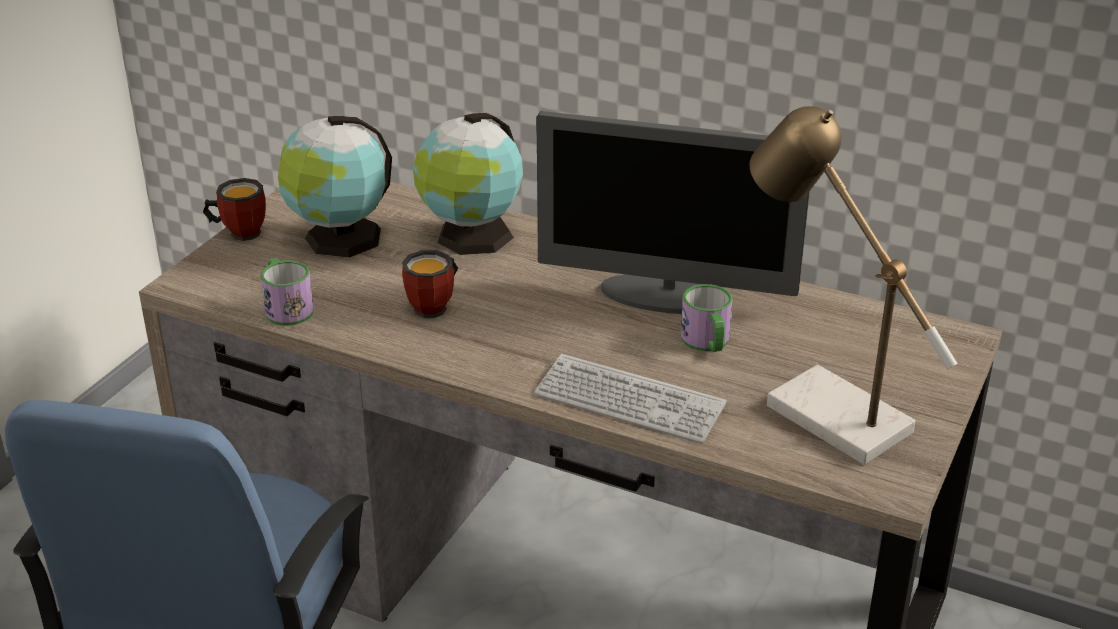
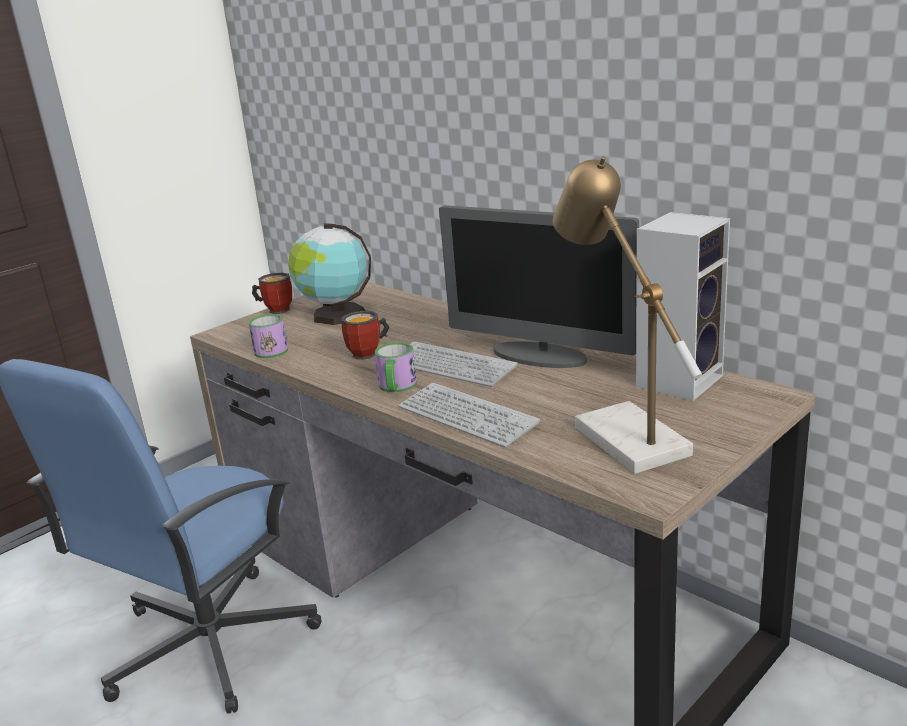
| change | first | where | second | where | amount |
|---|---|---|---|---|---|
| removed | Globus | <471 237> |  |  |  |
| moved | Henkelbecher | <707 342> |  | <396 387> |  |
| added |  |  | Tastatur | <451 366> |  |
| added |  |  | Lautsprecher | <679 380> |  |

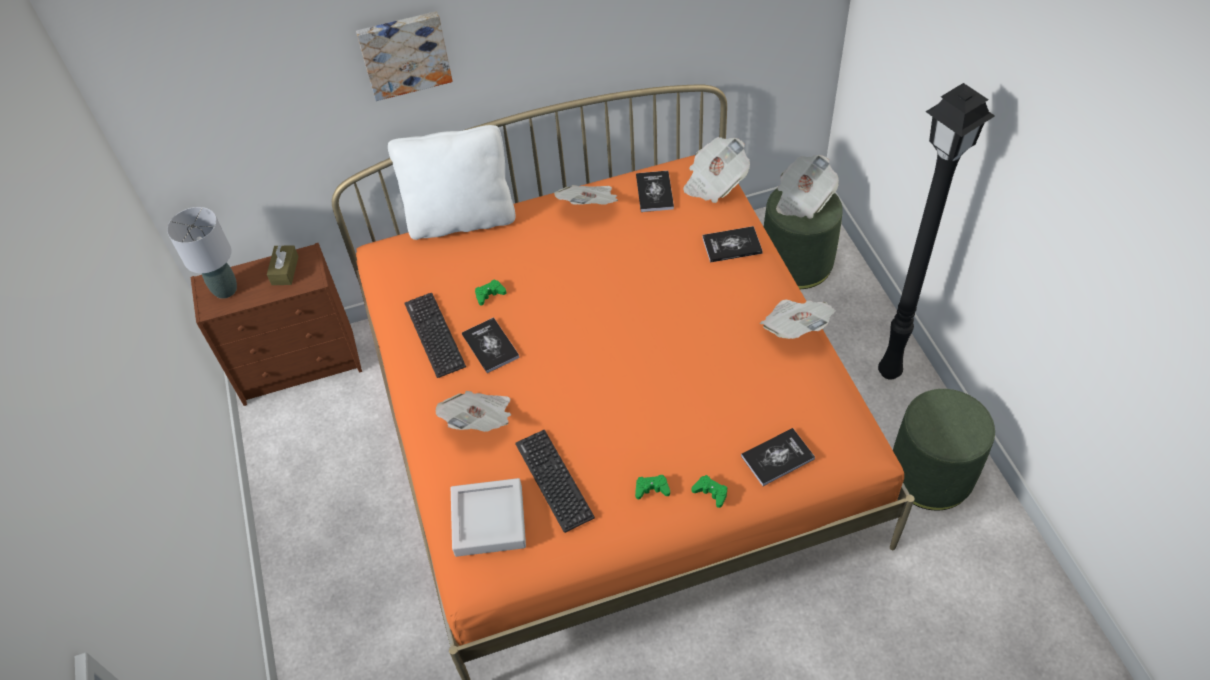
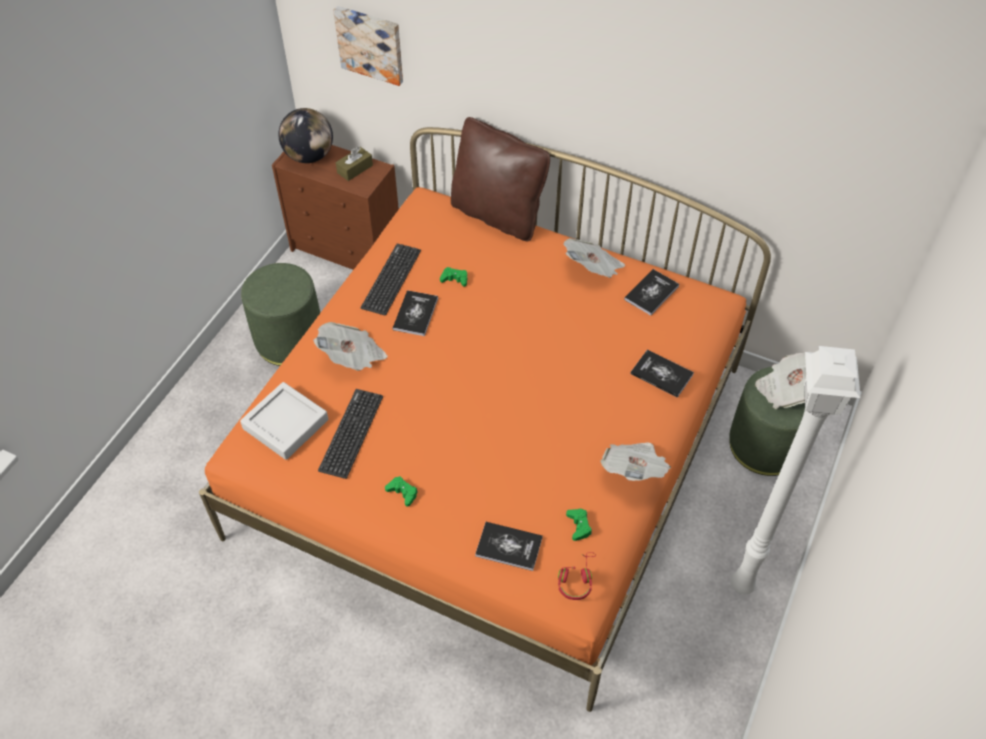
| change | first | where | second | where | amount |
|---|---|---|---|---|---|
| replaced | Tischlampe (grau) | <226 289> | Globus | <309 156> |  |
| moved | Bild | <404 54> |  | <371 44> |  |
| recoloured | Kissen (weiß) | <461 219> | Kissen (braun) | <498 214> |  |
| removed | Zeitung | <714 182> |  |  |  |
| moved | Gamepad (grün) | <711 493> |  | <579 526> |  |
| recoloured | Stehlampe (schwarz) | <891 372> | Stehlampe (weiß) | <743 587> |  |
| moved | Polsterhocker (grün) | <931 474> |  | <290 340> |  |
| added |  |  | Kopfhörer (rot) | <576 579> |  |

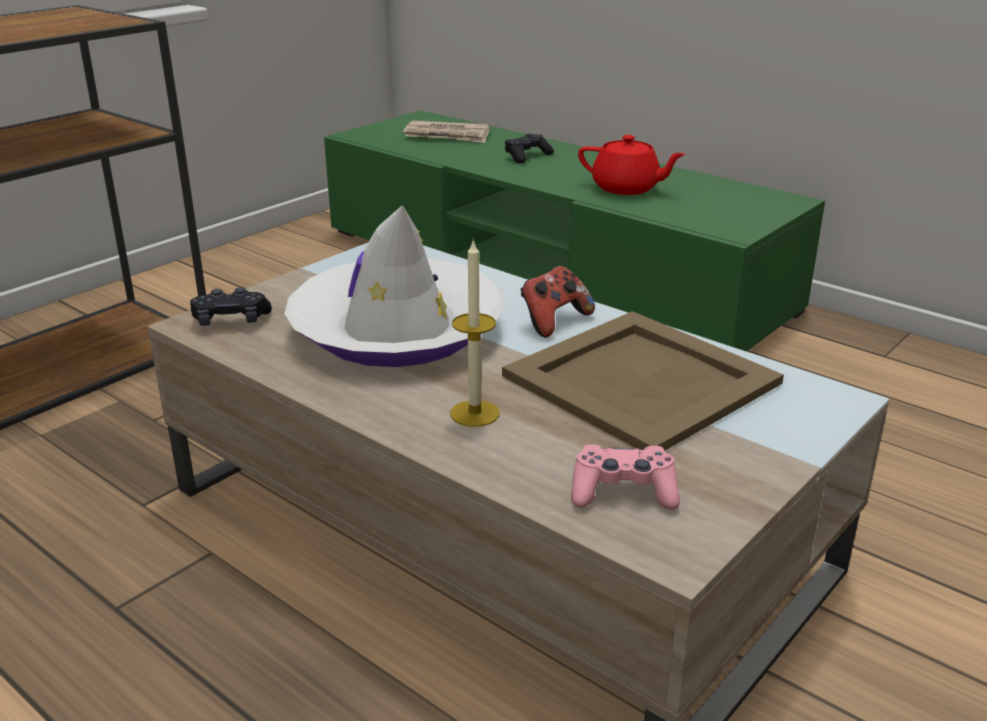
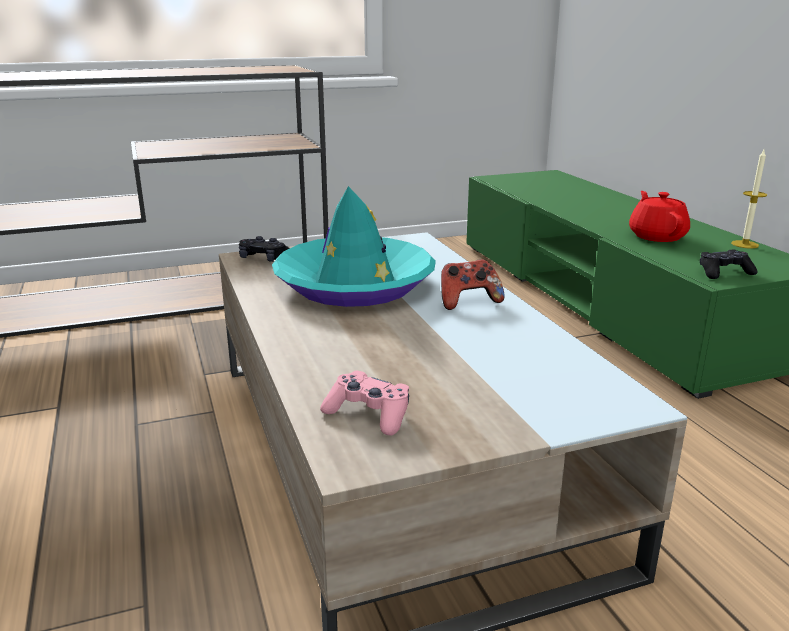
| change | first | where | second | where | amount |
|---|---|---|---|---|---|
| recoloured | Hut (weiß) | <397 330> | Hut (türkis) | <354 284> |  |
| removed | Zeitung | <447 136> |  |  |  |
| moved | Kerze | <474 413> |  | <744 244> |  |
| removed | Tablett (beige) | <638 379> |  |  |  |
| moved | Gamepad (schwarz) | <527 156> |  | <724 273> |  |
| turned | Teekanne (rot) | <626 188> |  | <656 236> | 150 degrees counterclockwise |

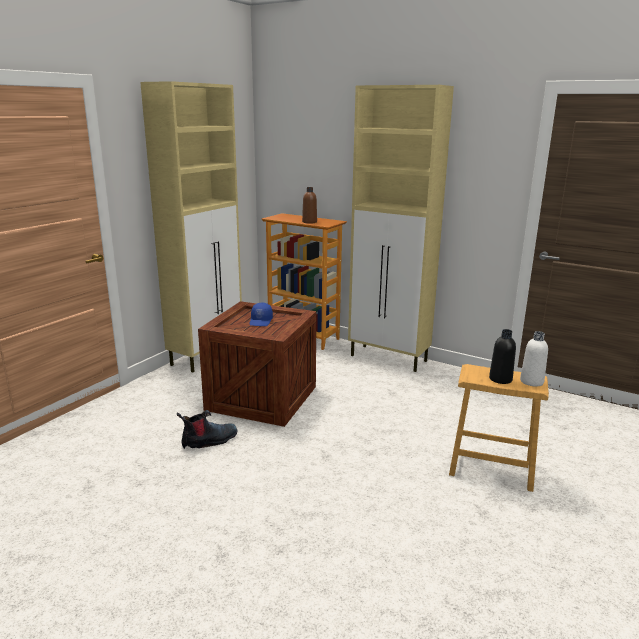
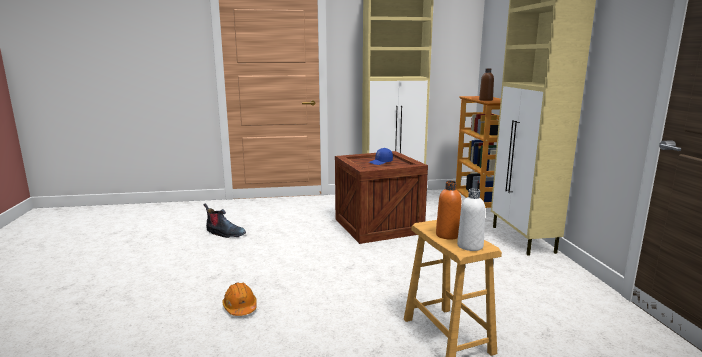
| change | first | where | second | where | amount |
|---|---|---|---|---|---|
| moved | Stiefel | <209 441> |  | <225 233> |  |
| recoloured | Flasche (schwarz) | <500 379> | Flasche (orange) | <447 235> |  |
| added |  |  | Schutzhelm (orange) | <240 307> |  |

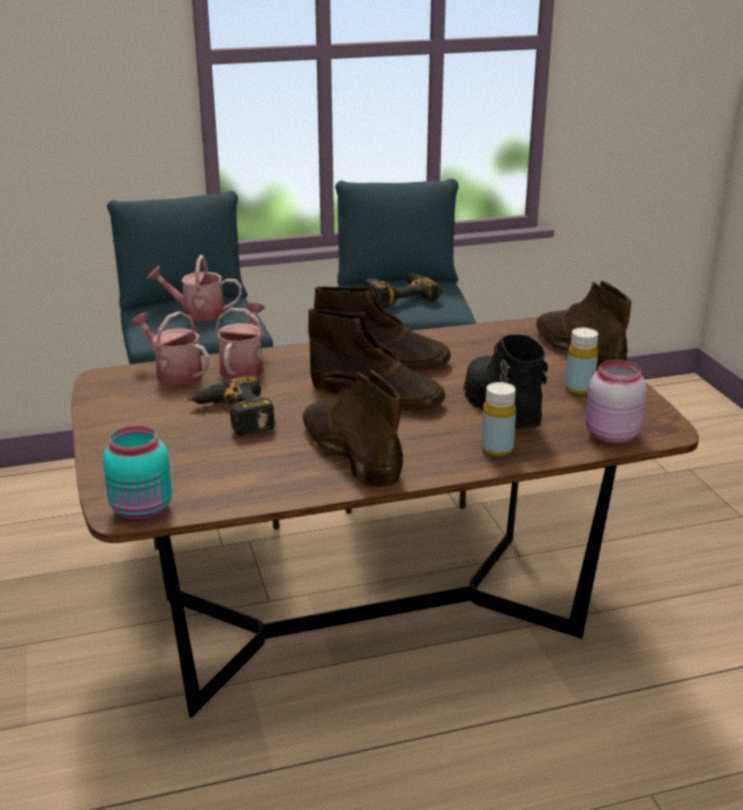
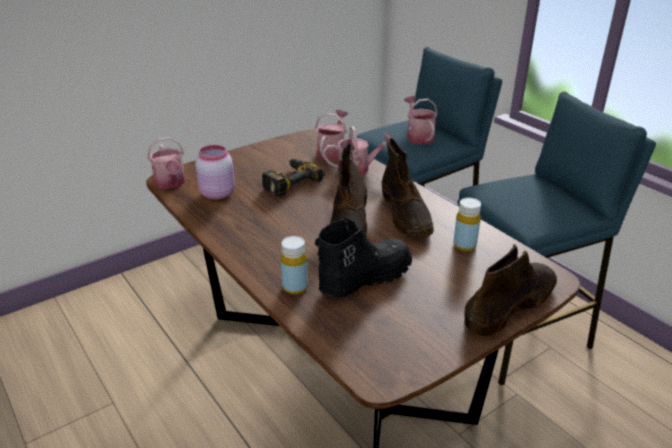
| change | first | where | second | where | amount |
|---|---|---|---|---|---|
| replaced | Vorratsglas (türkis) | <143 510> | Gießkanne | <171 183> |  |
| removed | Stiefel (braun) | <349 451> |  |  |  |
| removed | Bohrmaschine | <398 297> |  |  |  |
| moved | Flasche (gelb) | <579 389> |  | <464 245> |  |
| moved | Vorratsglas (rosa) | <610 435> |  | <217 193> |  |

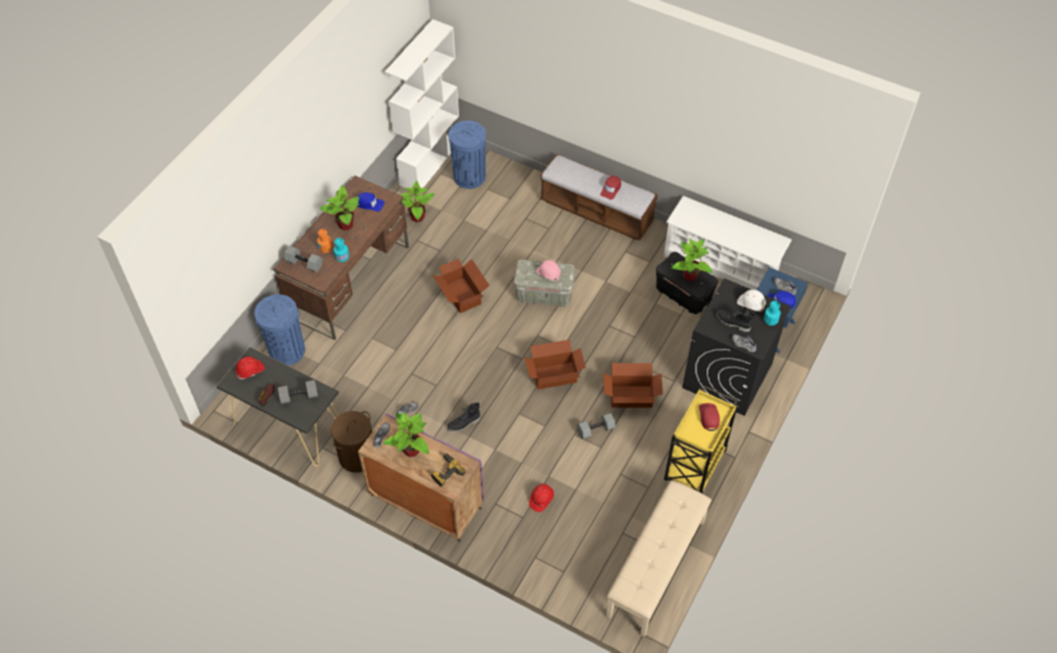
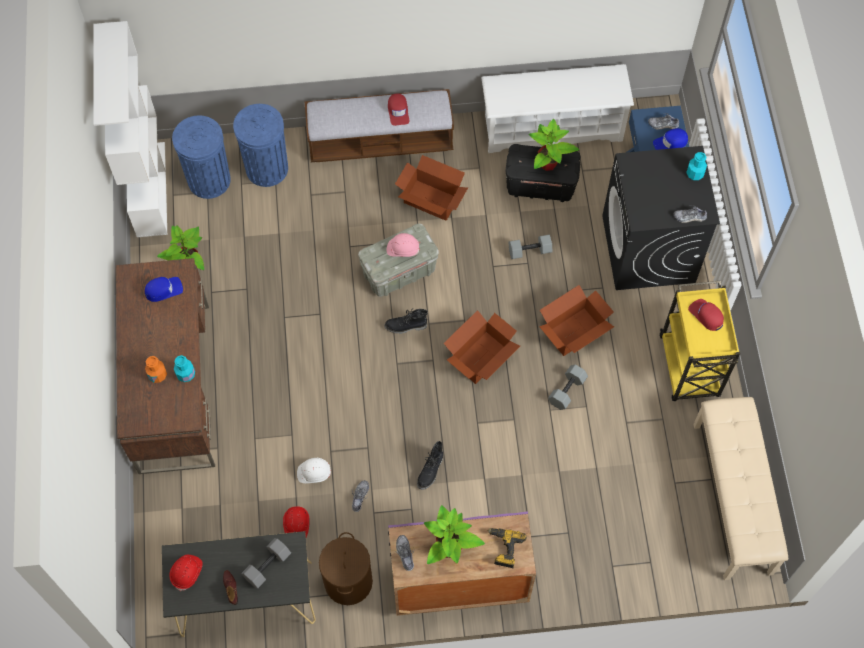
| change | first | where | second | where | amount |
|---|---|---|---|---|---|
| moved | Mülleimer (blau) | <287 350> |  | <267 168> |  |
| moved | Hantel (grau) | <303 264> |  | <529 252> |  |
| removed | Topfpflanze | <346 224> |  |  |  |
| moved | Karton | <462 295> |  | <431 199> |  |
| moved | Schutzhelm (rot) | <541 499> |  | <296 525> |  |
| moved | Stiefel (schwarz) | <732 323> |  | <406 326> |  |
| moved | Schutzhelm (weiß) | <751 304> |  | <314 473> |  |

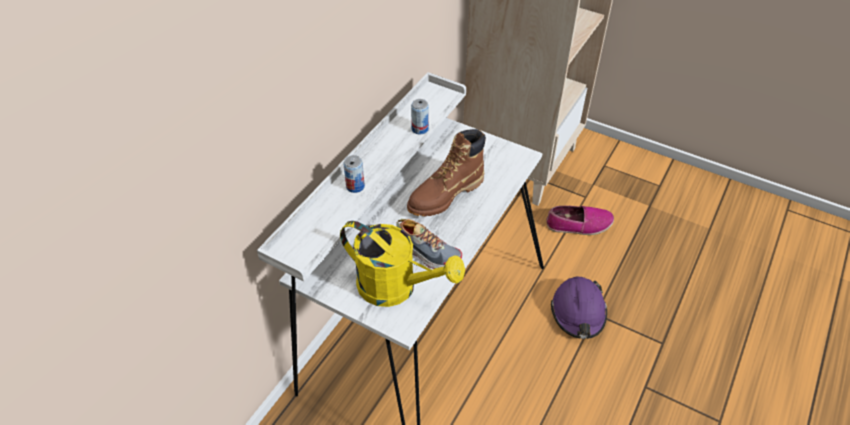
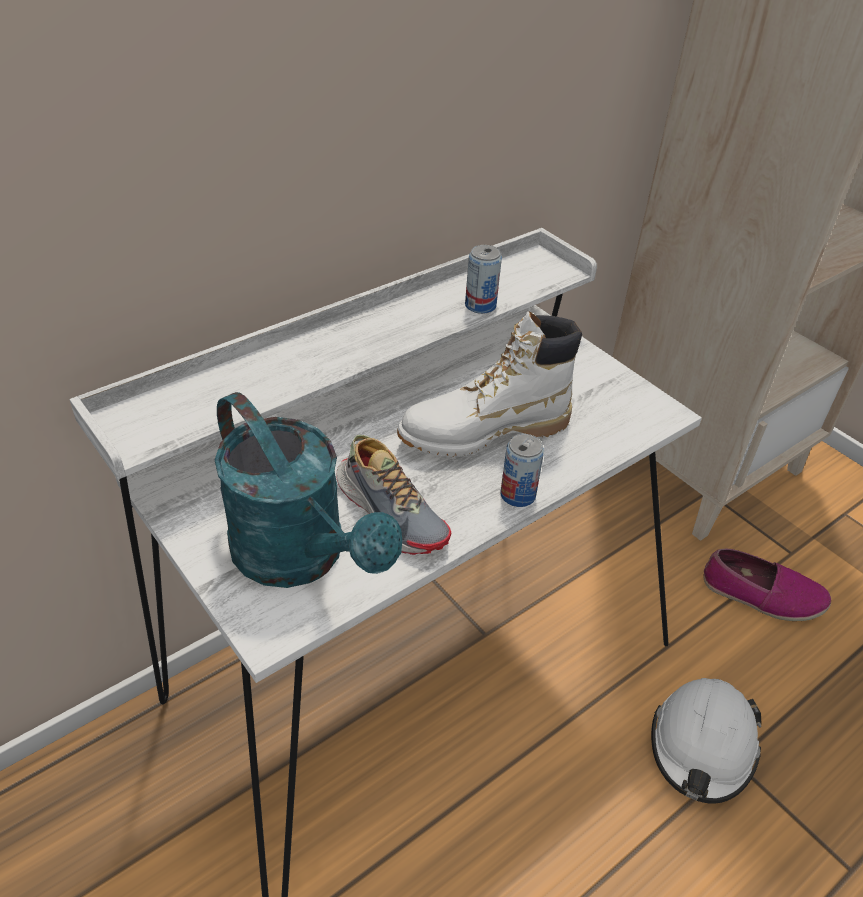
| change | first | where | second | where | amount |
|---|---|---|---|---|---|
| recoloured | Gießkanne (gelb) | <396 288> | Gießkanne (türkis) | <300 557> |  |
| moved | Dose | <355 186> |  | <518 495> |  |
| recoloured | Stiefel (braun) | <445 195> | Stiefel (weiß) | <484 432> |  |
| recoloured | Schutzhelm (lila) | <578 312> | Schutzhelm (weiß) | <702 747> |  |

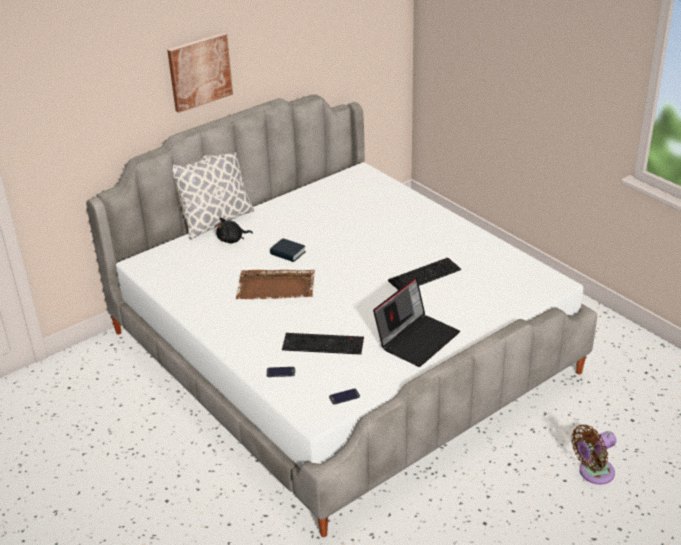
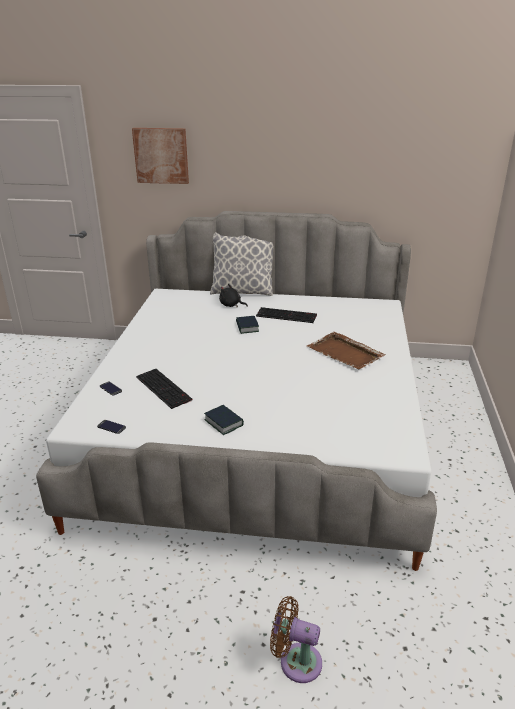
| change | first | where | second | where | amount |
|---|---|---|---|---|---|
| moved | Bild | <199 71> |  | <161 155> |  |
| moved | Tablett (braun) | <277 287> |  | <345 353> |  |
| replaced | Laptop | <417 338> | Buch | <223 422> |  |
| moved | Tastatur | <424 274> |  | <287 315> |  |

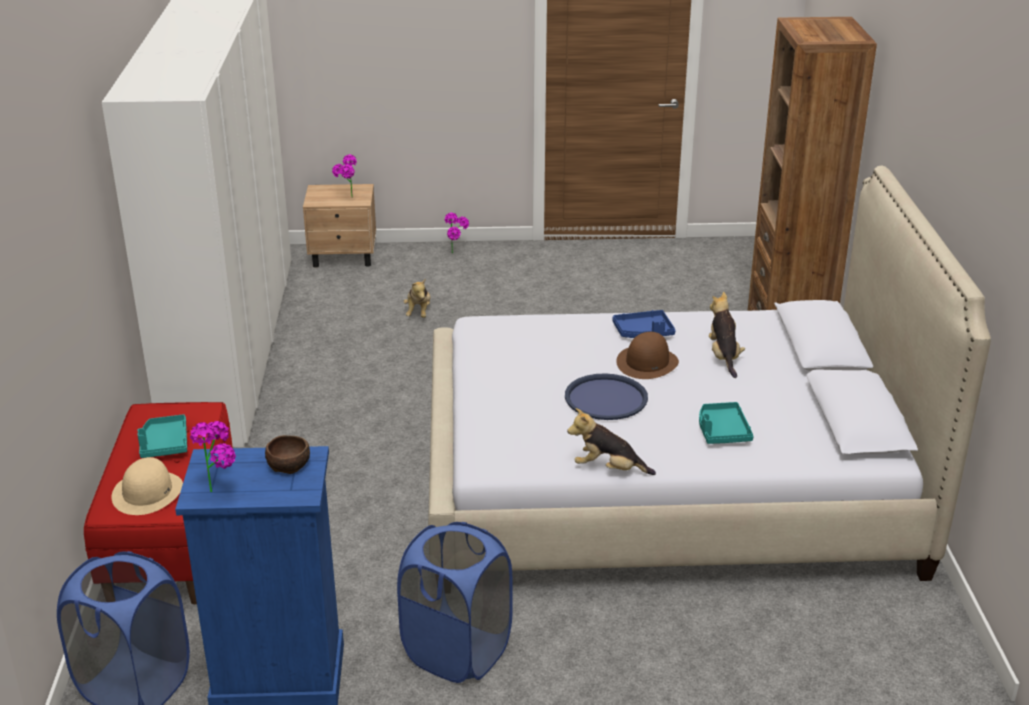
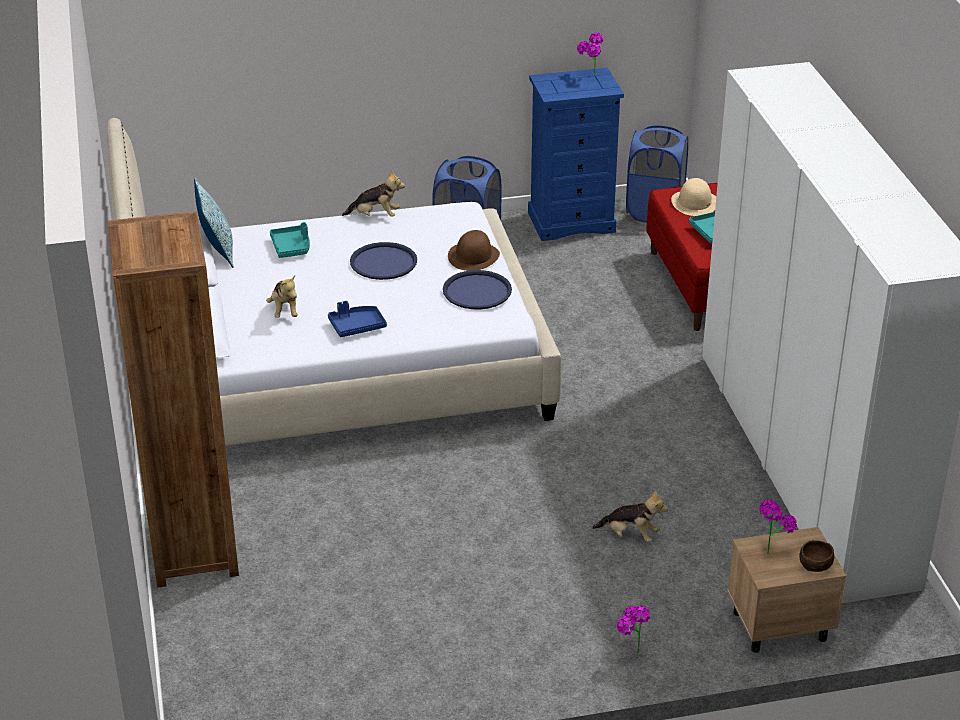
| change | first | where | second | where | amount |
|---|---|---|---|---|---|
| moved | Schüssel (braun) | <290 465> |  | <814 565> |  |
| turned | Plüschtier | <418 312> |  | <630 535> | 120 degrees clockwise |
| moved | Hut (braun) | <647 363> |  | <473 256> |  |
| added |  |  | Kissen | <217 250> |  |
| added |  |  | Tablett (blau) | <477 291> |  |

